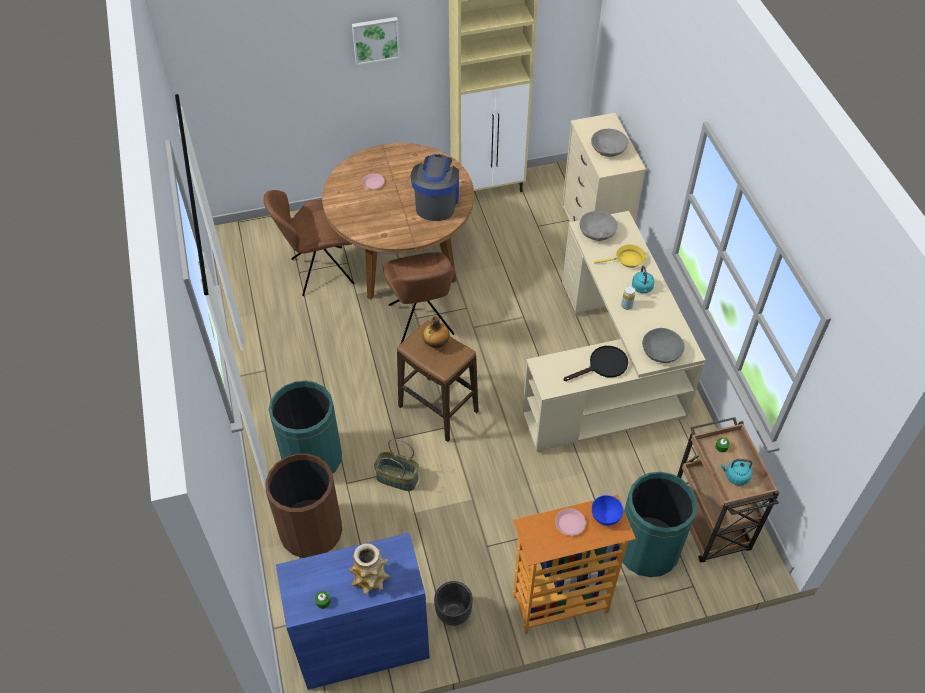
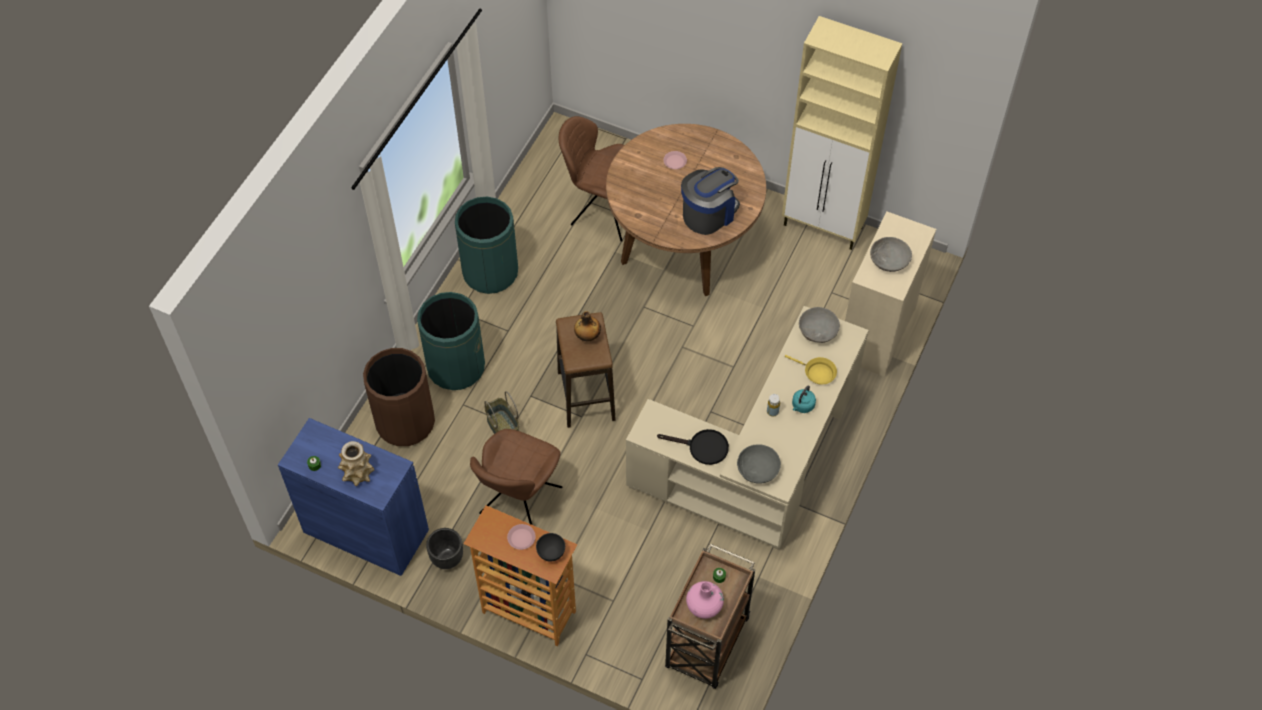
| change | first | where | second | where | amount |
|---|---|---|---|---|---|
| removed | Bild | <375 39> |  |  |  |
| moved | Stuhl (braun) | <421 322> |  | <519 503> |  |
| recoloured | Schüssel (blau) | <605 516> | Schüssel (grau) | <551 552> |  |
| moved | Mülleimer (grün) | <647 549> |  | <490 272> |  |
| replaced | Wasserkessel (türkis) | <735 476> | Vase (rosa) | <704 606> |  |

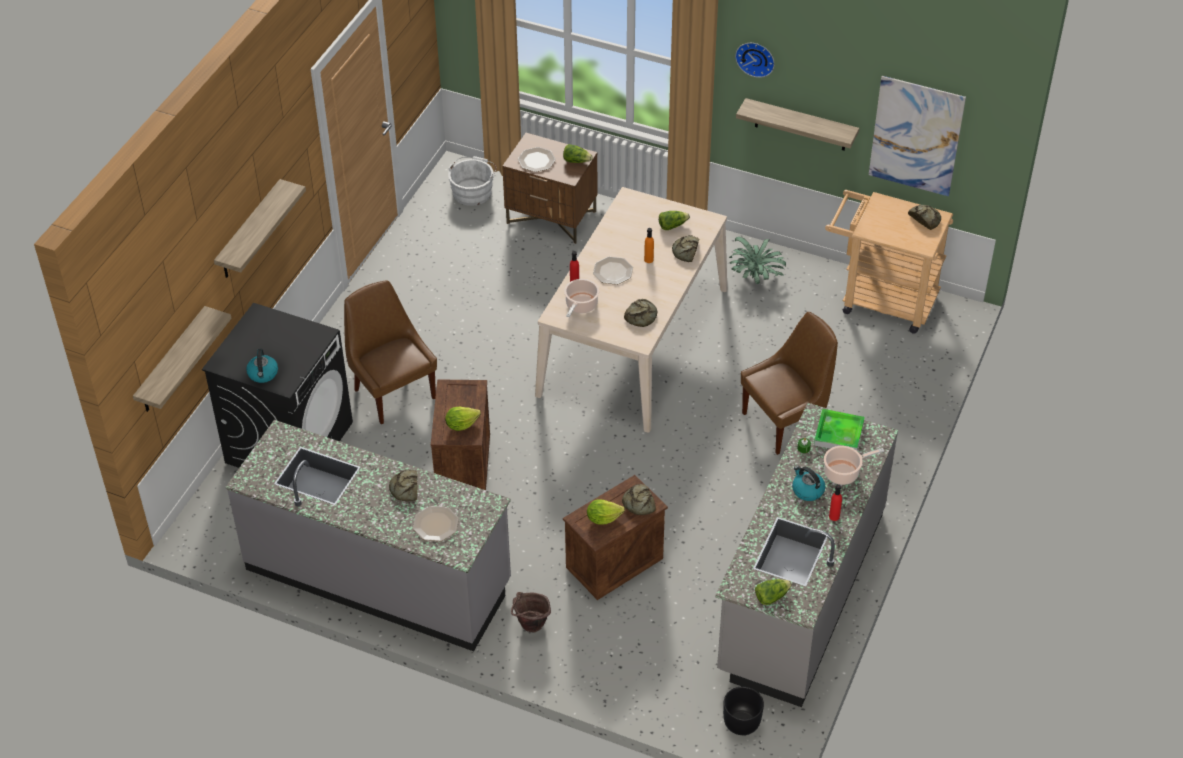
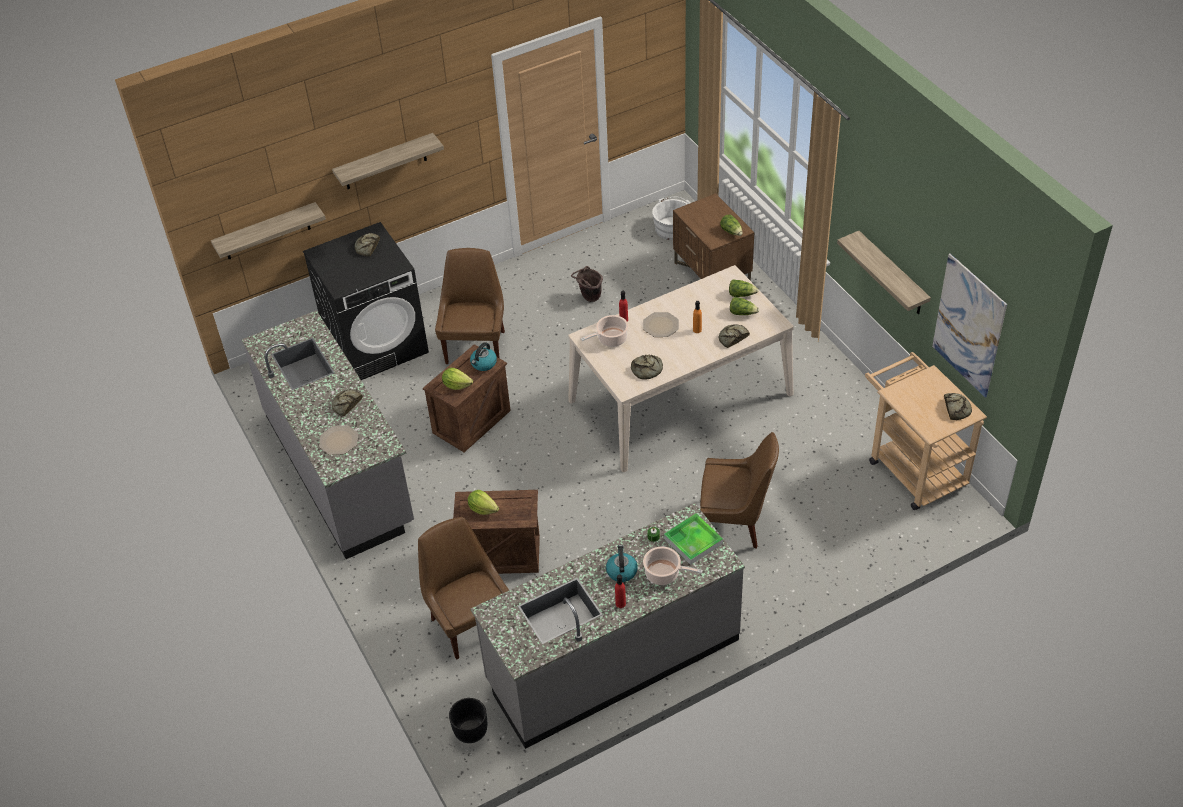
| change | first | where | second | where | amount |
|---|---|---|---|---|---|
| moved | Wasserkessel | <263 374> |  | <483 364> |  |
| moved | Eimer (braun) | <530 628> |  | <589 298> |  |
| removed | Teller | <536 160> |  |  |  |
| moved | Brot | <639 503> |  | <367 247> |  |
| removed | Topfpflanze | <756 276> |  |  |  |
| removed | Wanduhr | <756 58> |  |  |  |
| moved | Salatkopf | <771 596> |  | <741 294> |  |
| added |  |  | Stuhl (braun) | <470 622> |  |

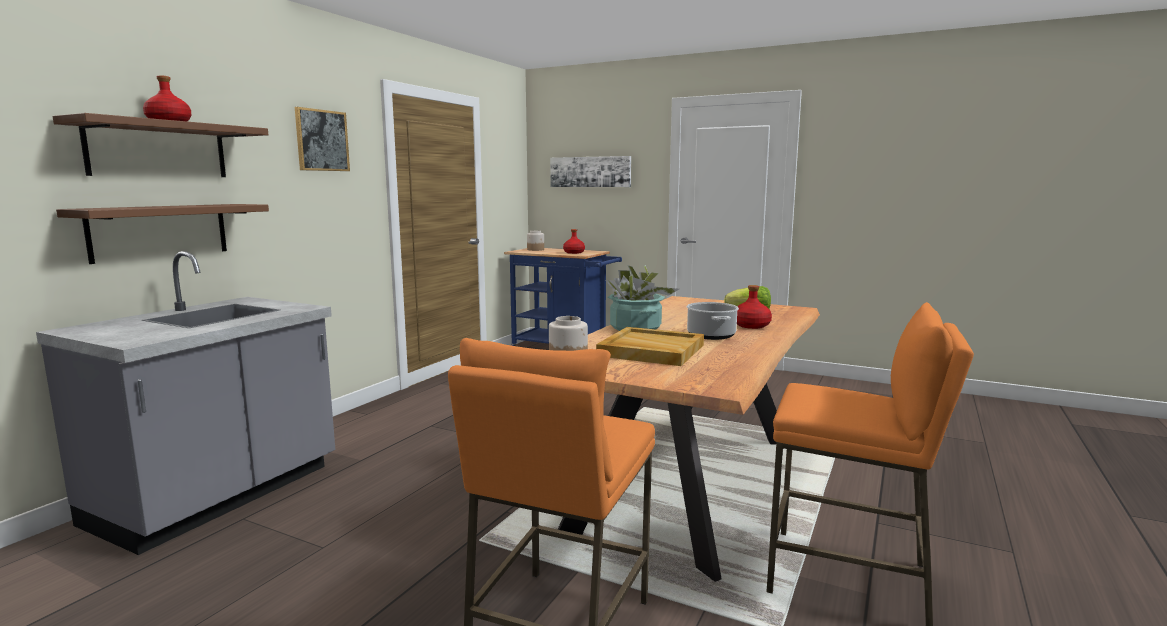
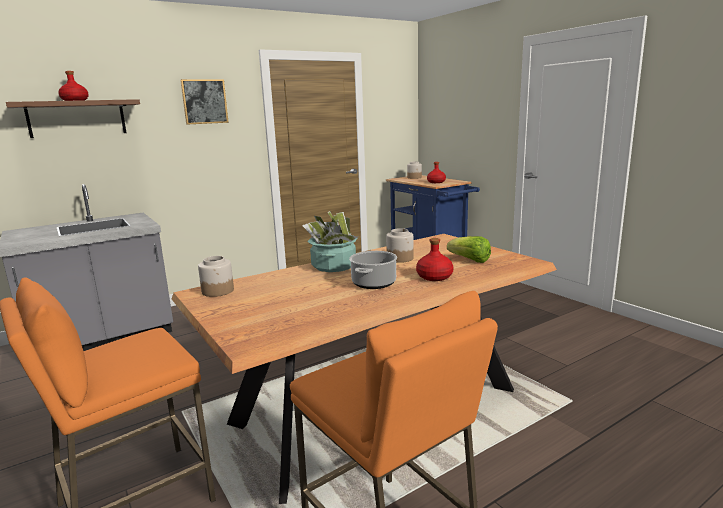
| change | first | where | second | where | amount |
|---|---|---|---|---|---|
| removed | Wandregal (braun) | <160 231> |  |  |  |
| removed | Bild | <590 172> |  |  |  |
| removed | Tablett (beige) | <650 350> |  |  |  |
| added |  |  | Vorratsglas | <400 258> |  |

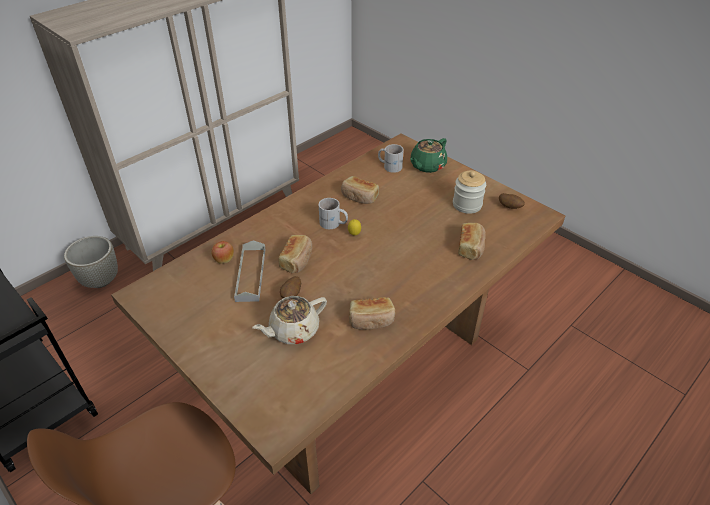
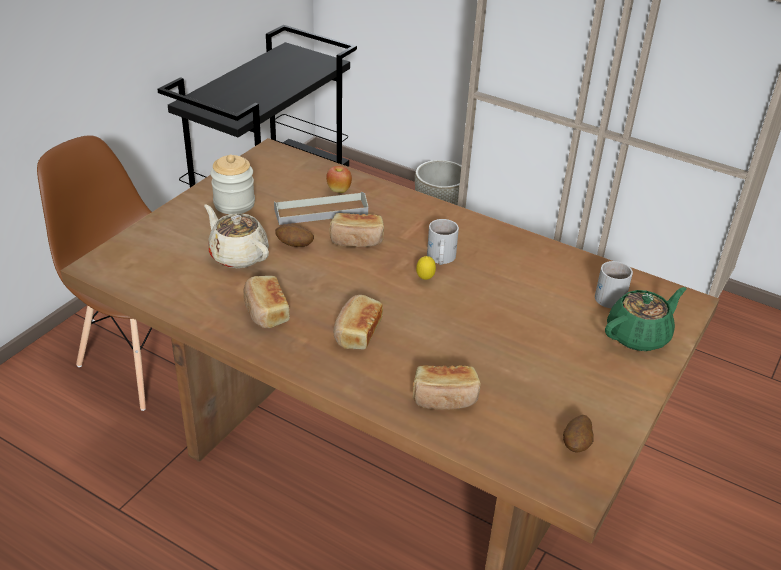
| change | first | where | second | where | amount |
|---|---|---|---|---|---|
| moved | Brot | <359 197> |  | <356 332> |  |
| turned | Teekanne (grün) | <427 166> |  | <639 335> | 120 degrees clockwise |
| moved | Vorratsglas | <467 205> |  | <234 204> |  |

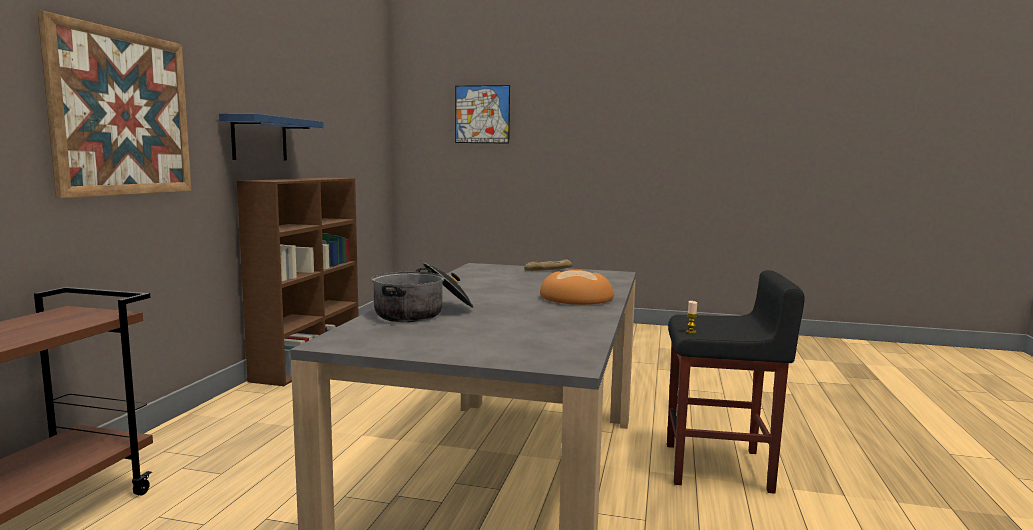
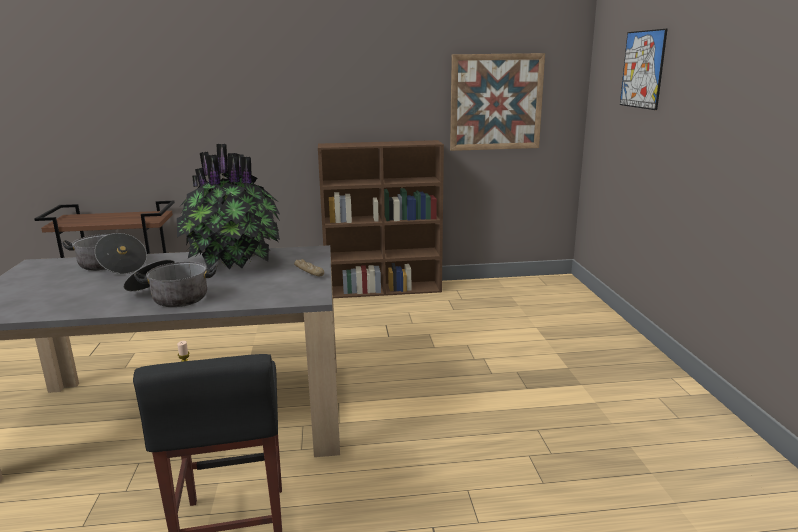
| change | first | where | second | where | amount |
|---|---|---|---|---|---|
| moved | Bild | <122 113> |  | <496 102> |  |
| removed | Wandregal (blau) | <259 139> |  |  |  |
| replaced | Brot | <576 298> | Kochtopf | <171 296> |  |
| added |  |  | Topfpflanze | <234 263> |  |

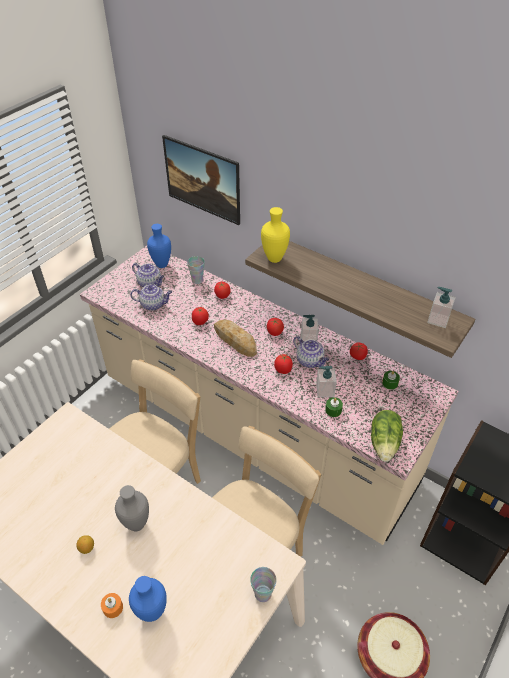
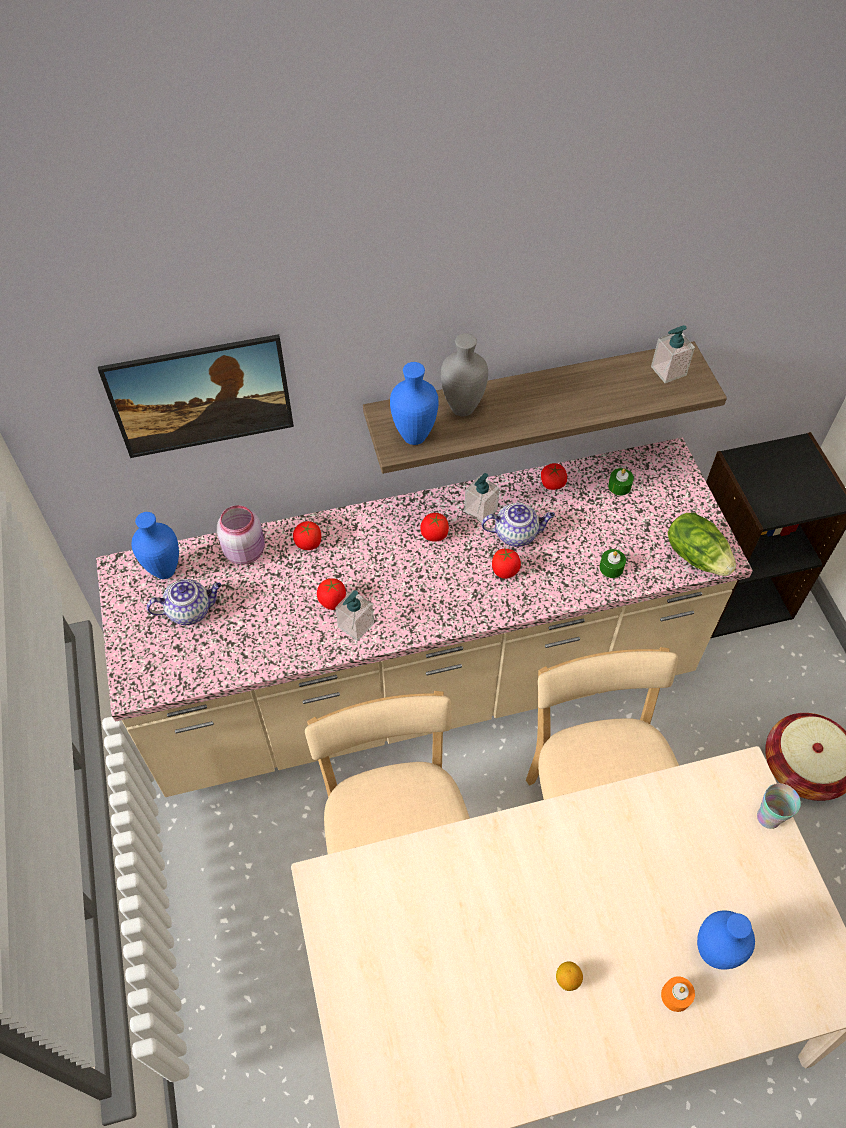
| change | first | where | second | where | amount |
|---|---|---|---|---|---|
| moved | Vase (grau) | <136 525> |  | <463 410> |  |
| removed | Teekanne | <153 304> |  |  |  |
| replaced | Tasse | <197 280> | Vorratsglas (rosa) | <245 551> |  |
| removed | Brot | <235 340> |  |  |  |
| recoloured | Vase (gelb) | <274 259> | Vase (blau) | <414 438> |  |
| moved | Seifenspender | <324 391> |  | <355 625> |  |

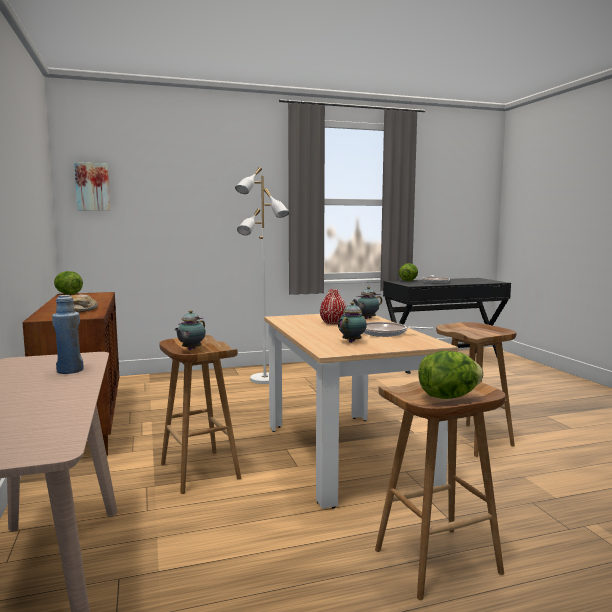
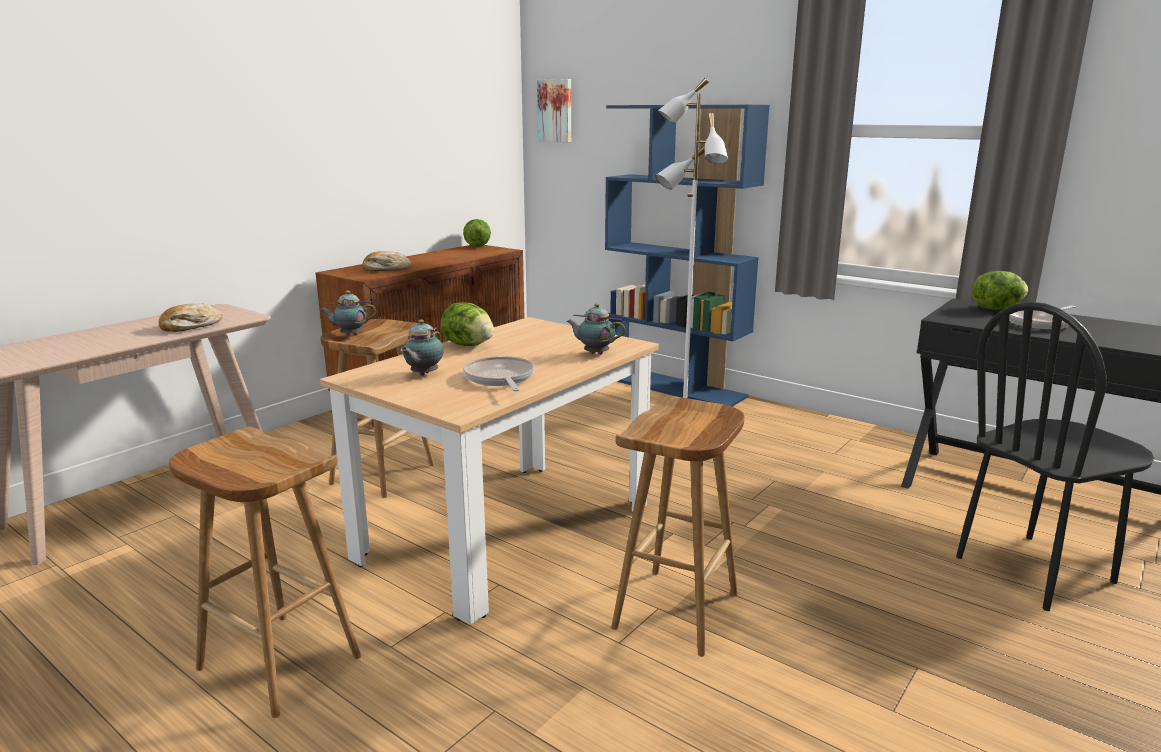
| change | first | where | second | where | amount |
|---|---|---|---|---|---|
| replaced | Flasche (blau) | <70 371> | Brot | <190 326> |  |
| removed | Vase (rot) | <333 323> |  |  |  |
| turned | Teekanne | <352 341> |  | <423 375> | 120 degrees clockwise |
| moved | Salatkopf | <448 397> |  | <468 345> |  |
| added |  |  | Bücherregal (blau) | <674 387> |  |
| added |  |  | Stuhl (schwarz) | <1035 570> |  |

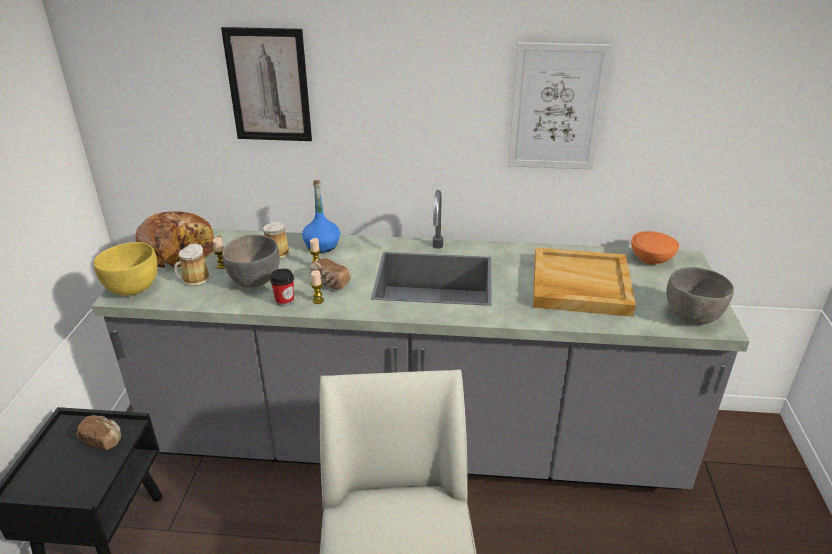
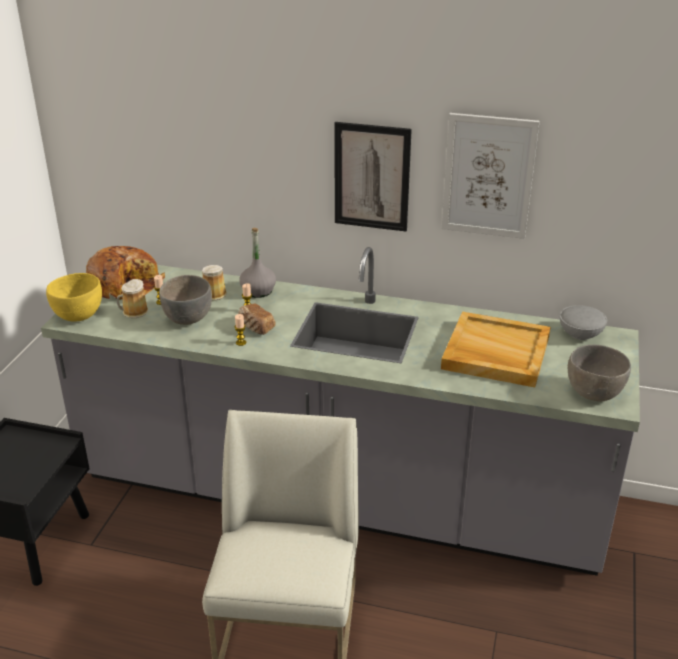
| change | first | where | second | where | amount |
|---|---|---|---|---|---|
| removed | Brot | <103 439> |  |  |  |
| moved | Bild | <268 85> |  | <371 177> |  |
| removed | Tasse | <285 301> |  |  |  |
| recoloured | Flasche (blau) | <322 246> | Flasche (grau) | <258 291> |  |
| recoloured | Schüssel (orange) | <651 259> | Schüssel (grau) | <580 334> |  |

